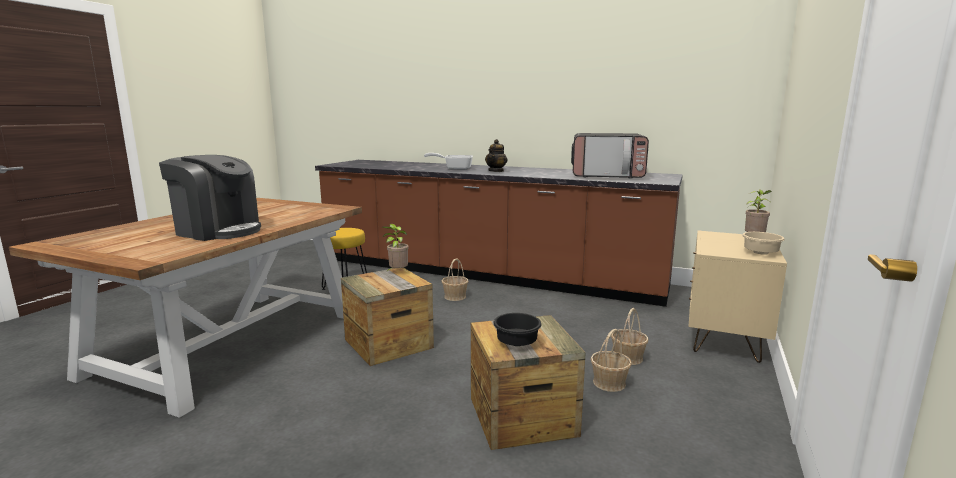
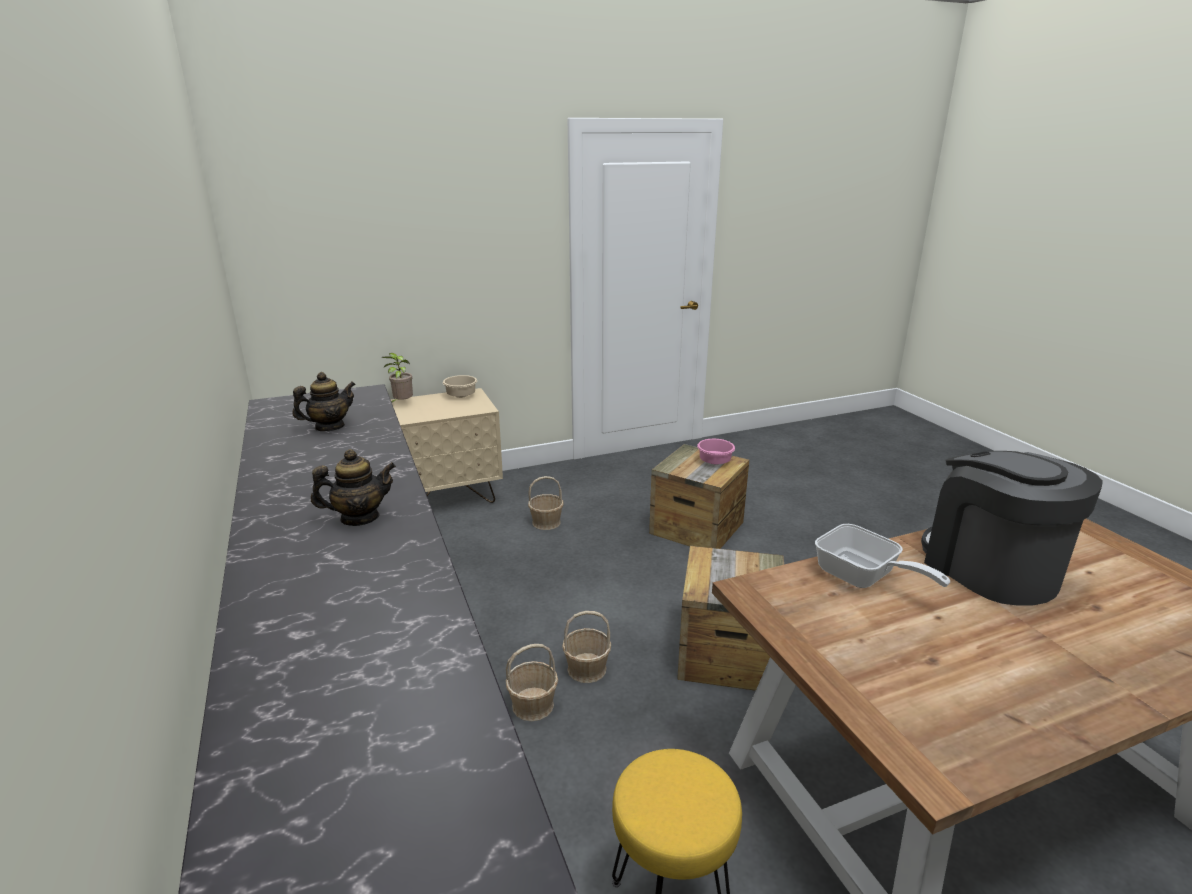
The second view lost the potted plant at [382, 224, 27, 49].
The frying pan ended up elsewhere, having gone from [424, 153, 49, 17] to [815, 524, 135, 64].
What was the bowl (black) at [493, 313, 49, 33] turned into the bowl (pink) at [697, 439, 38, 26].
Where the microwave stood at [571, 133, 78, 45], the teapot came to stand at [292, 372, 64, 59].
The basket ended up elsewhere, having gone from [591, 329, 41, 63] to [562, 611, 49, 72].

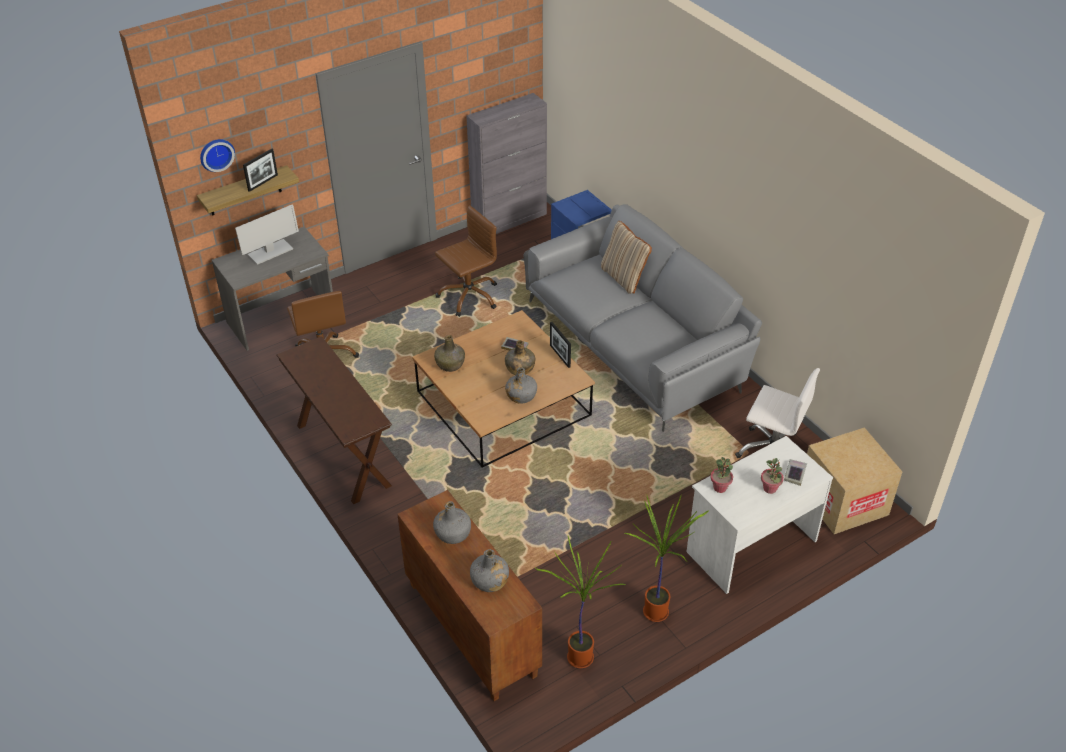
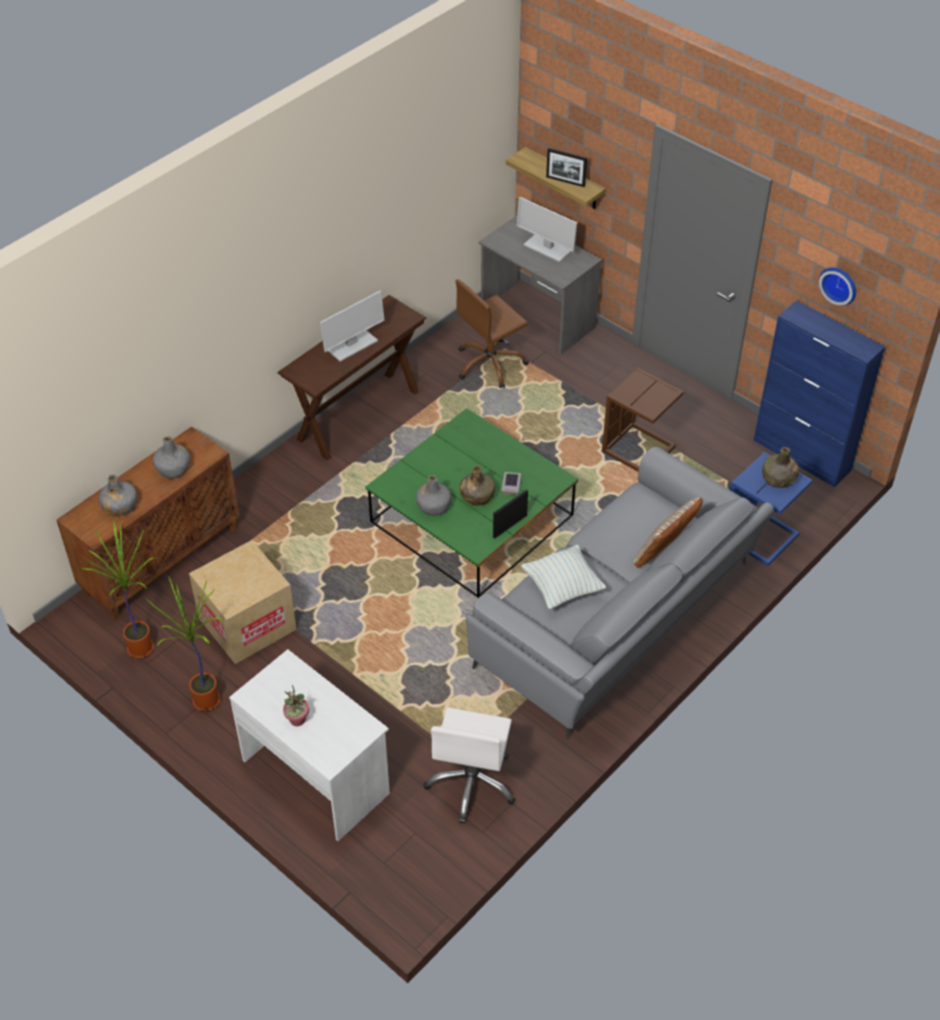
The wall clock ended up elsewhere, having gone from [200, 139, 35, 33] to [819, 267, 37, 38].
What was the coffee table (brown) at [412, 310, 183, 157] turned into the coffee table (green) at [365, 408, 213, 190].
The bottle (green) ended up elsewhere, having gone from [434, 335, 31, 37] to [762, 447, 37, 41].
Where the office chair (brown) stood at [435, 205, 62, 112], the side table (brown) came to stand at [602, 368, 82, 104].
What was the cabinet (grey) at [466, 93, 81, 141] turned into the cabinet (blue) at [754, 300, 131, 187].
The second view lost the potted plant at [711, 457, 22, 36].
The second view lost the book at [784, 459, 23, 27].
The cardboard box ended up elsewhere, having gone from [807, 427, 95, 107] to [189, 540, 107, 124].
The second view gained the monitor at [320, 291, 65, 71].
The second view gained the pillow at [521, 545, 85, 64].

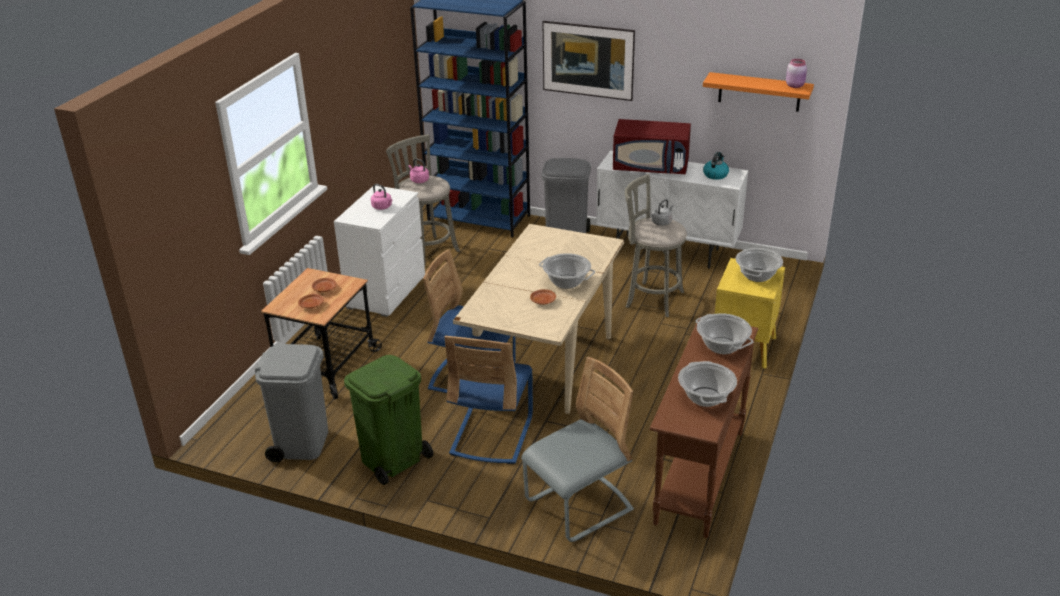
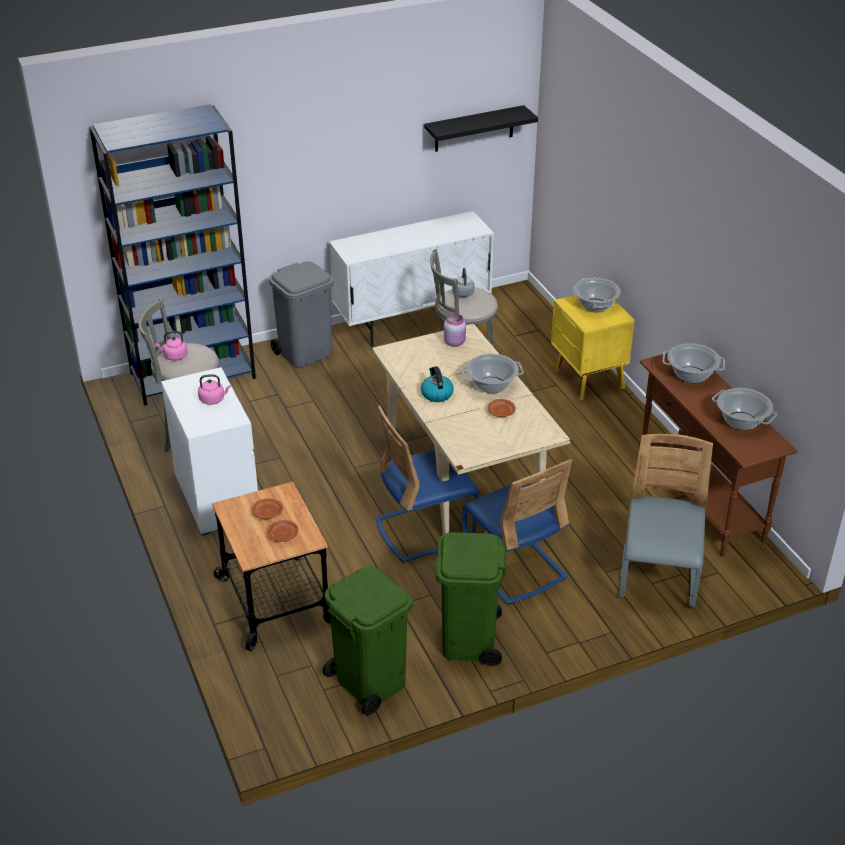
What was the trash can (grey) at [255, 344, 73, 118] turned into the trash can (green) at [322, 567, 91, 148].
The second view lost the picture at [542, 21, 93, 80].
The second view lost the microwave (red) at [613, 119, 78, 55].
What was the shelf (orange) at [703, 72, 111, 40] turned into the shelf (black) at [424, 105, 114, 47].
The kettle ended up elsewhere, having gone from [703, 152, 26, 28] to [421, 366, 33, 36].
The jar (pink) ended up elsewhere, having gone from [786, 59, 21, 29] to [444, 314, 22, 33].

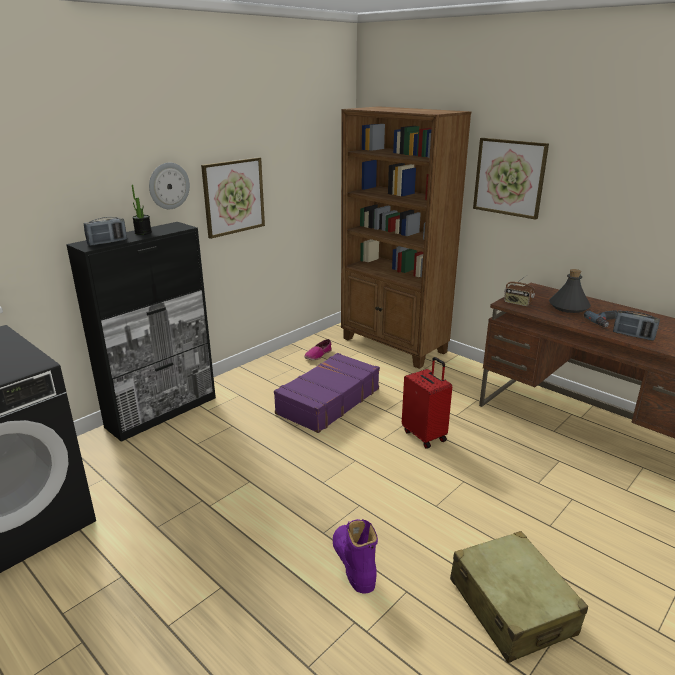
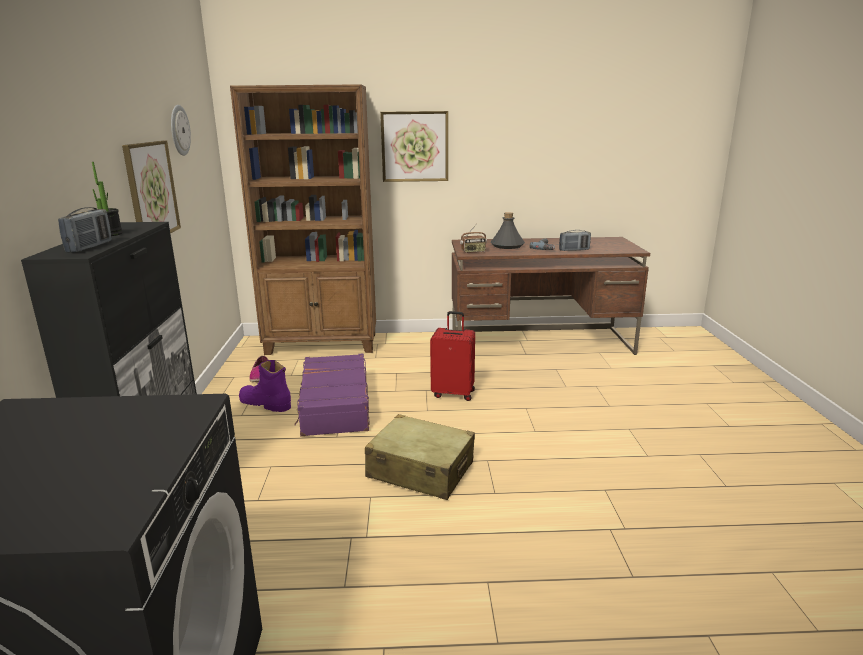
The wall clock ended up elsewhere, having gone from [149, 163, 41, 46] to [171, 105, 20, 51].
The boot (purple) ended up elsewhere, having gone from [333, 519, 45, 74] to [239, 360, 52, 52].
The suitcase (beige) ended up elsewhere, having gone from [450, 531, 138, 132] to [365, 414, 110, 86].

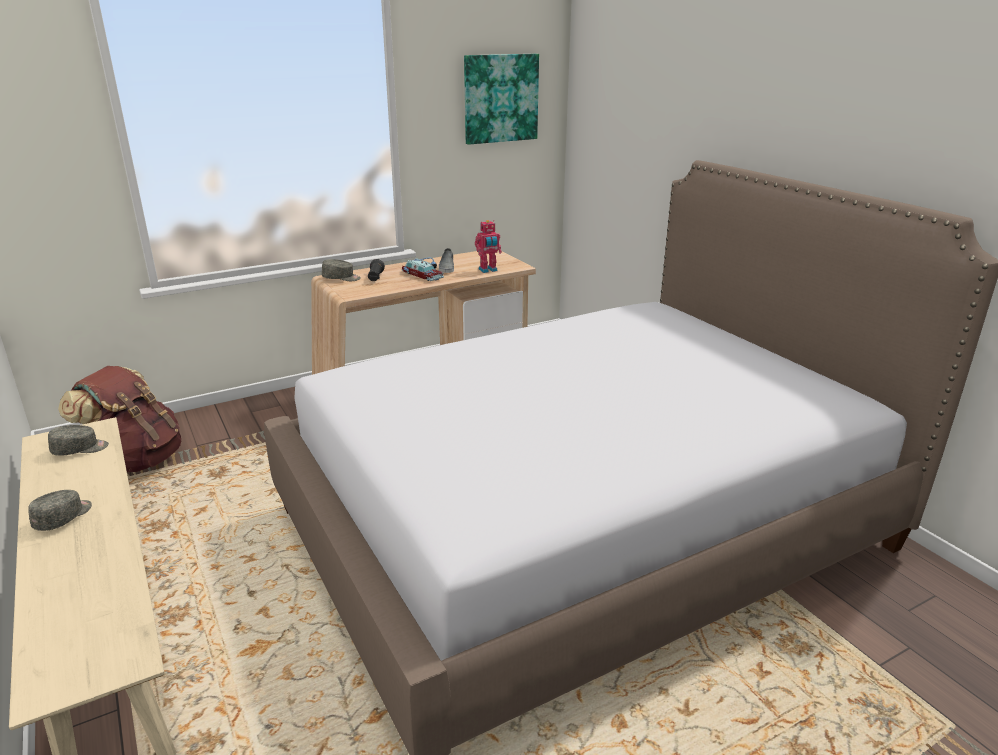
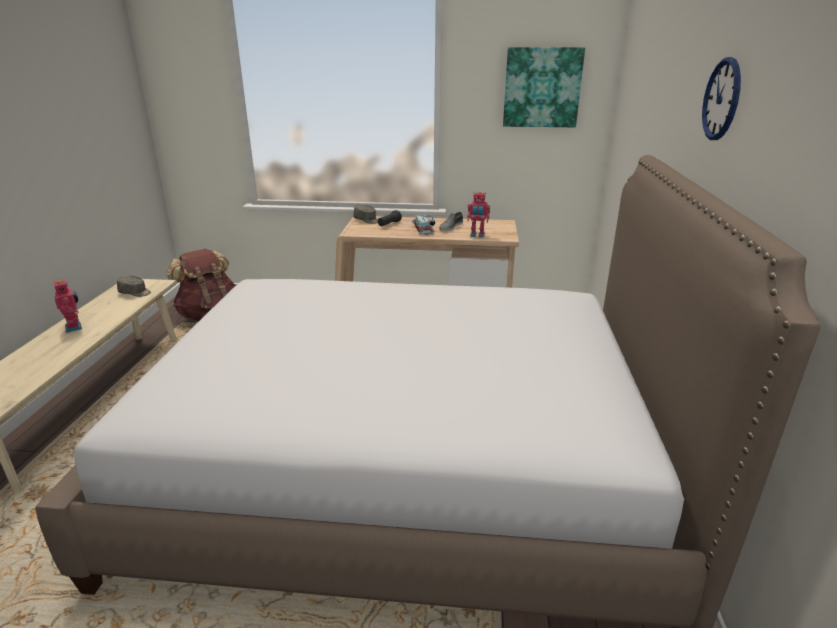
Where the cap (grey) stood at [28, 490, 64, 41], the toy robot came to stand at [54, 279, 28, 54].
The second view gained the wall clock at [702, 57, 39, 83].

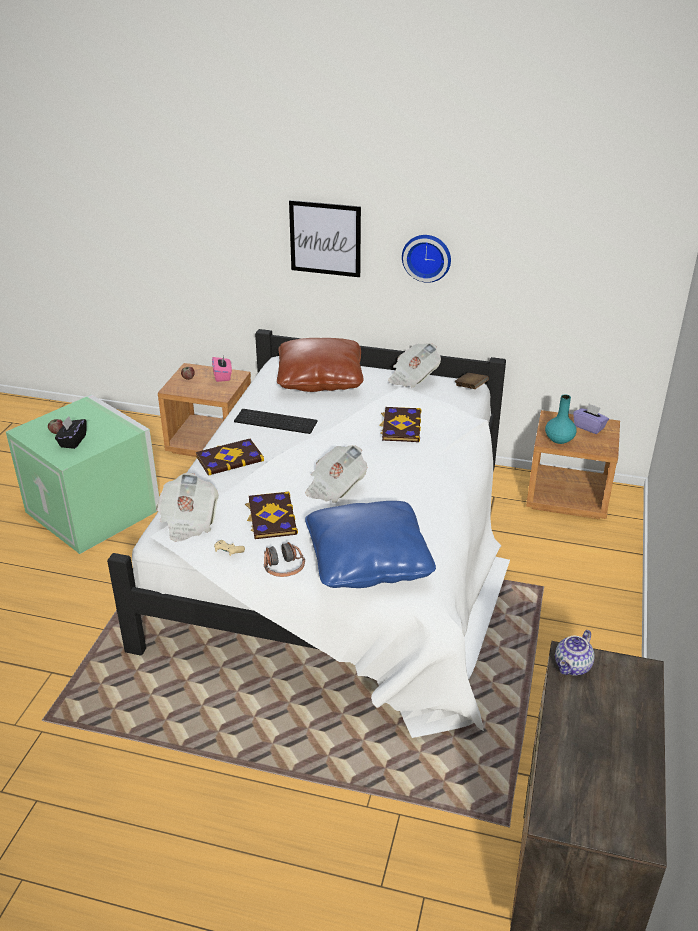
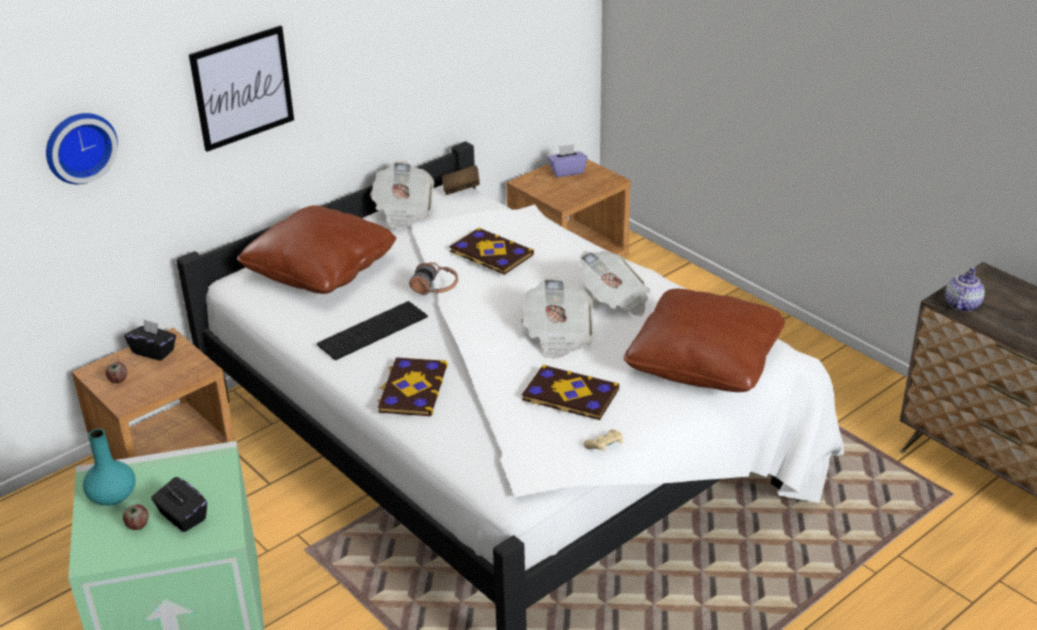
The newspaper ended up elsewhere, having gone from [156, 473, 63, 69] to [579, 251, 71, 65].
What was the tissue box (pink) at [212, 356, 20, 26] turned into the tissue box (black) at [124, 319, 52, 42].
The headphones ended up elsewhere, having gone from [264, 542, 41, 35] to [409, 262, 49, 33].
What was the pillow (blue) at [305, 501, 131, 87] turned into the pillow (brown) at [623, 289, 162, 103].
The wall clock ended up elsewhere, having gone from [402, 235, 49, 48] to [46, 113, 72, 71].
The vase (turquoise) ended up elsewhere, having gone from [545, 394, 32, 50] to [83, 429, 52, 77].
The teapot at [555, 630, 40, 46] ended up facing another way, 135 degrees counterclockwise from before.

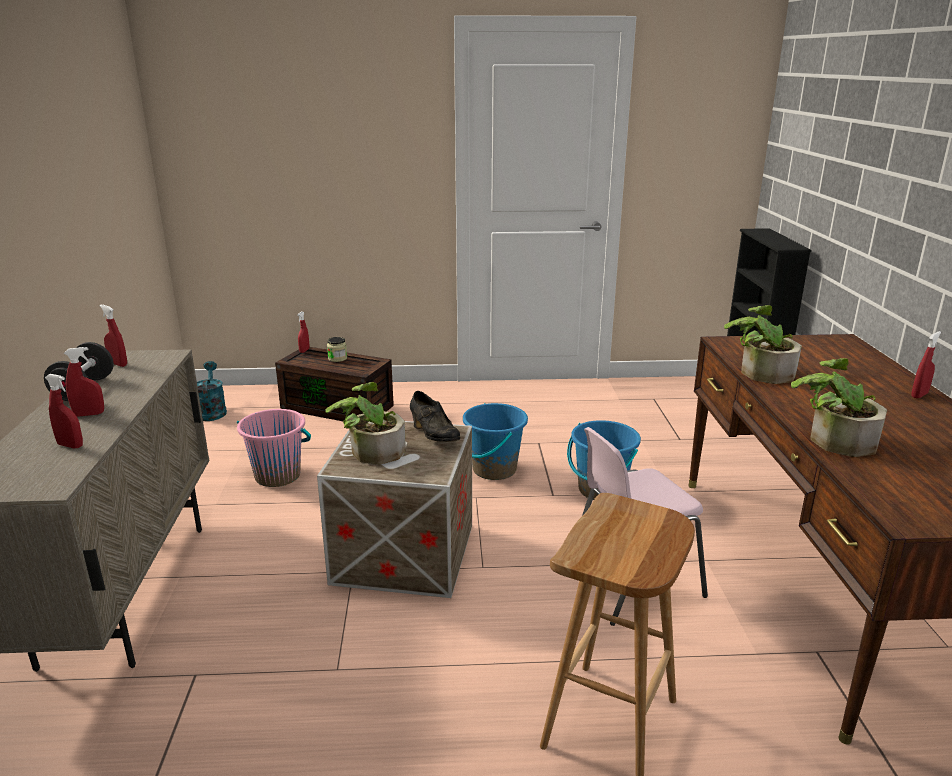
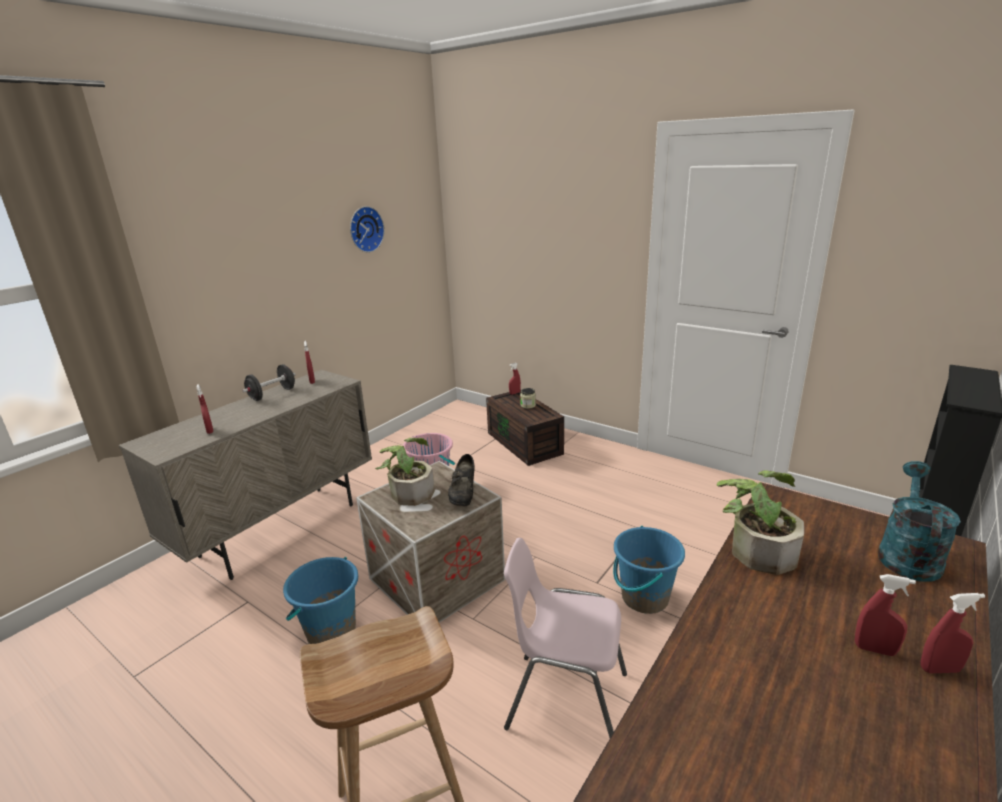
The spray bottle (red) ended up elsewhere, having gone from [64, 347, 40, 70] to [855, 574, 61, 82].
The watering can (turquoise) ended up elsewhere, having gone from [197, 361, 30, 60] to [878, 461, 83, 120].
The bucket (blue) ended up elsewhere, having gone from [463, 403, 65, 77] to [283, 557, 75, 87].
The second view lost the potted plant at [791, 358, 96, 99].
The second view gained the wall clock at [350, 206, 35, 47].

